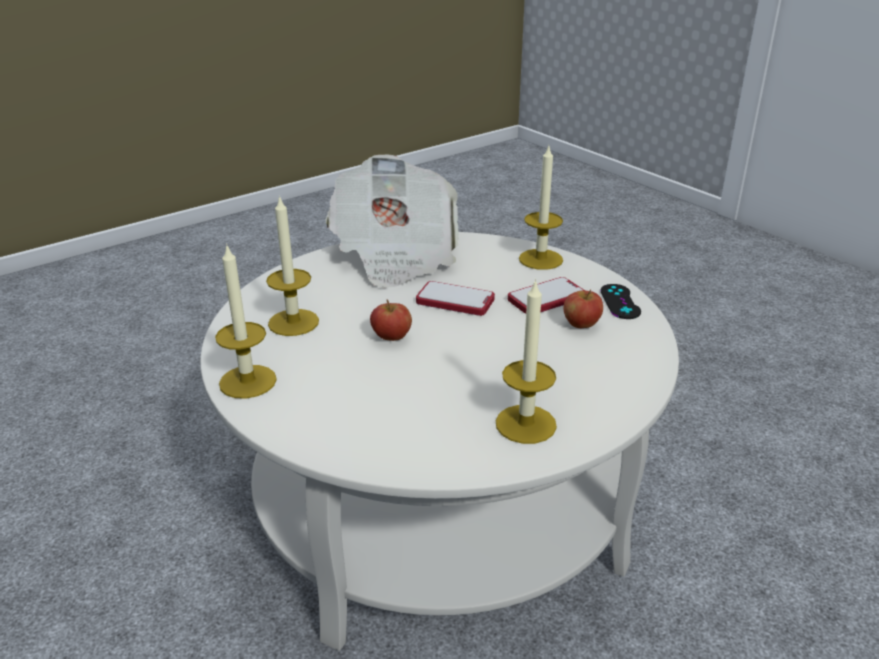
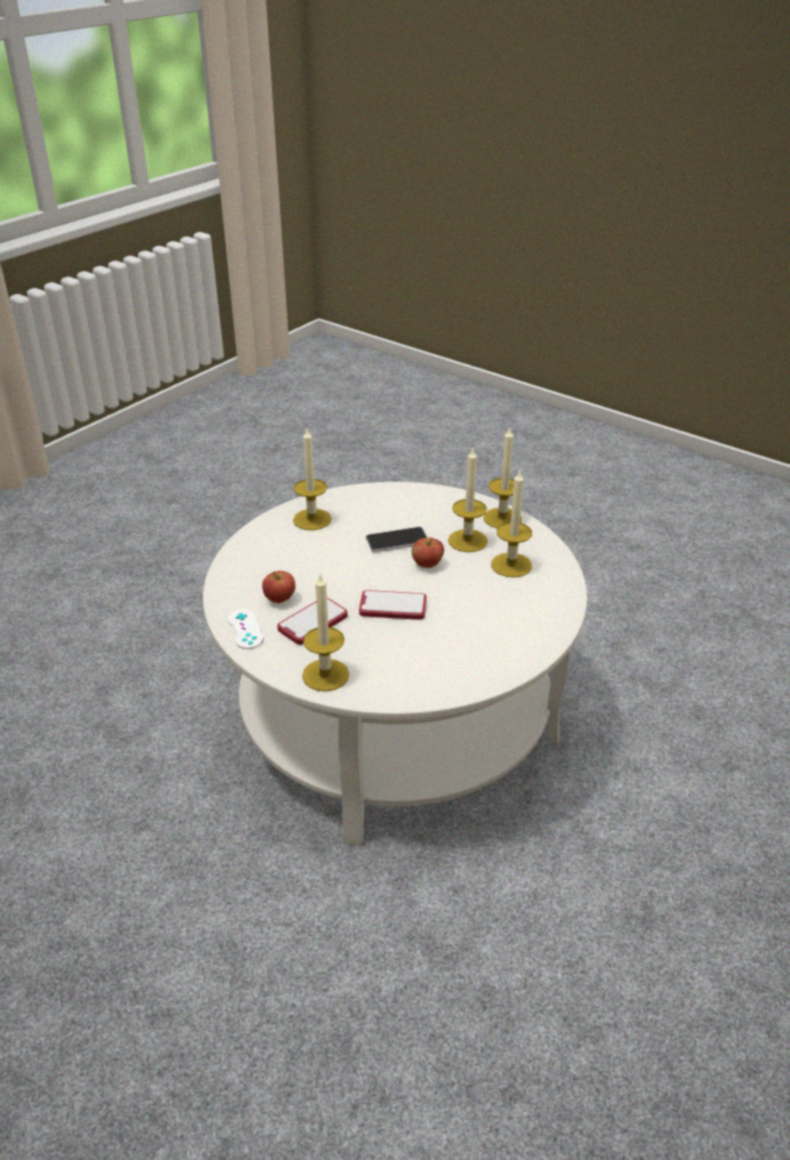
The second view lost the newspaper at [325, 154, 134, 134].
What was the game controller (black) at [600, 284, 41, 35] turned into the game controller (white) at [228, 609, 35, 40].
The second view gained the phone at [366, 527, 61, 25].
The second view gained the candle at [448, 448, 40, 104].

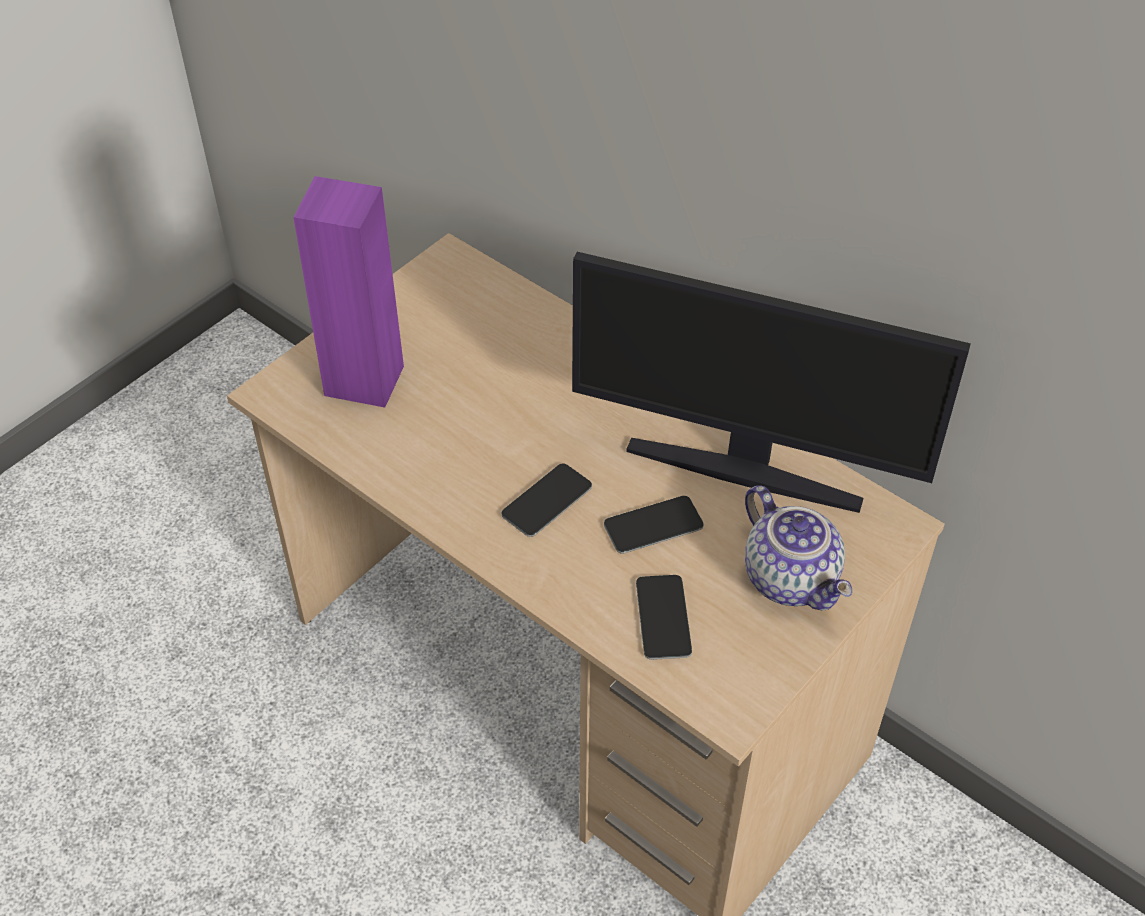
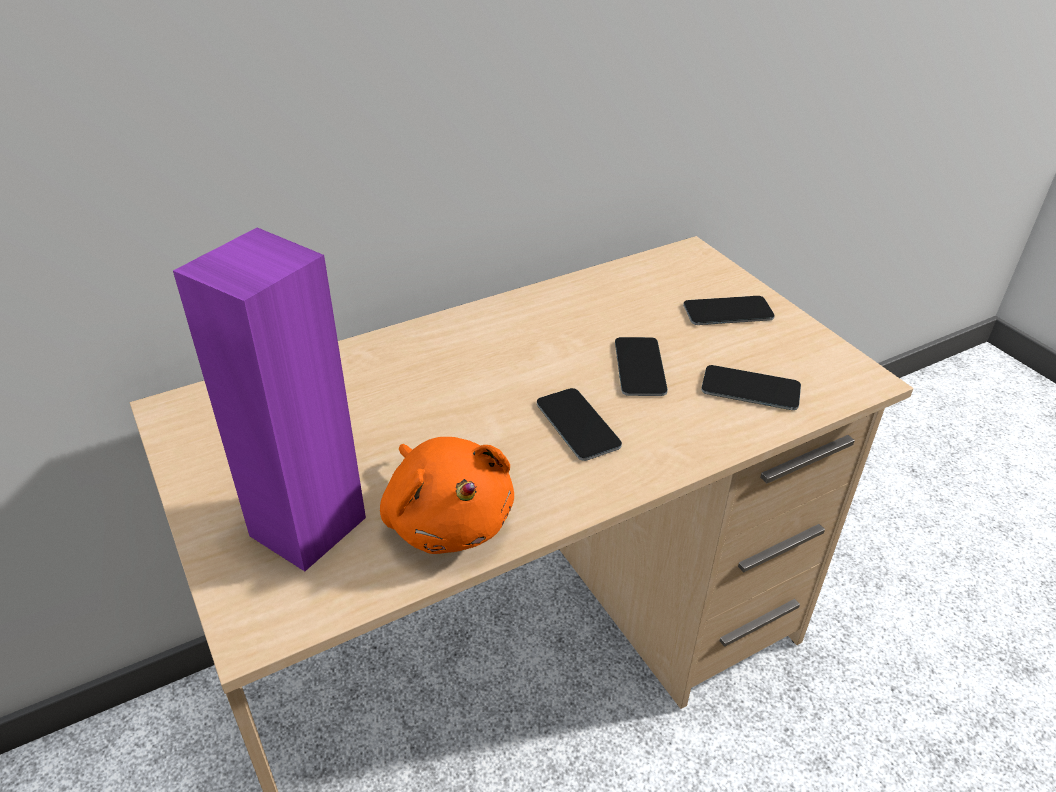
The second view lost the monitor at [572, 252, 399, 261].
Where the teapot stood at [745, 485, 107, 126], the phone came to stand at [683, 296, 92, 29].
The second view gained the plush toy (orange) at [380, 437, 134, 117].

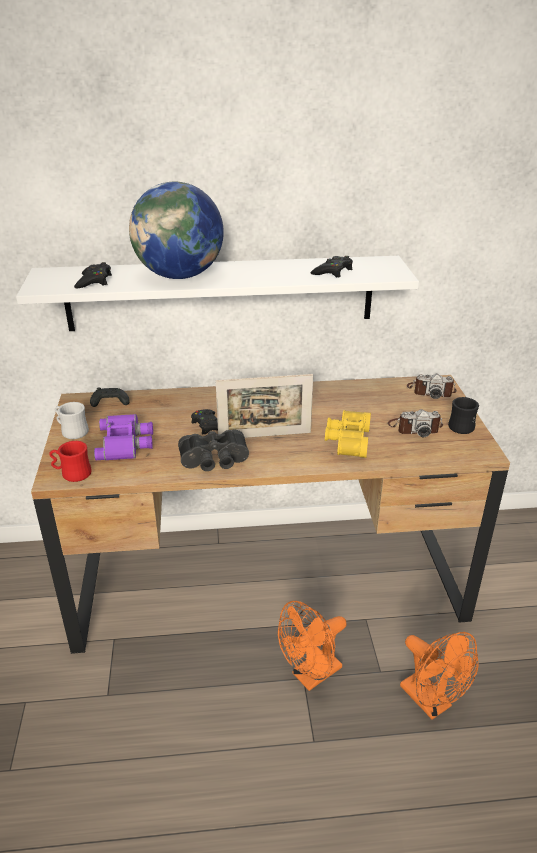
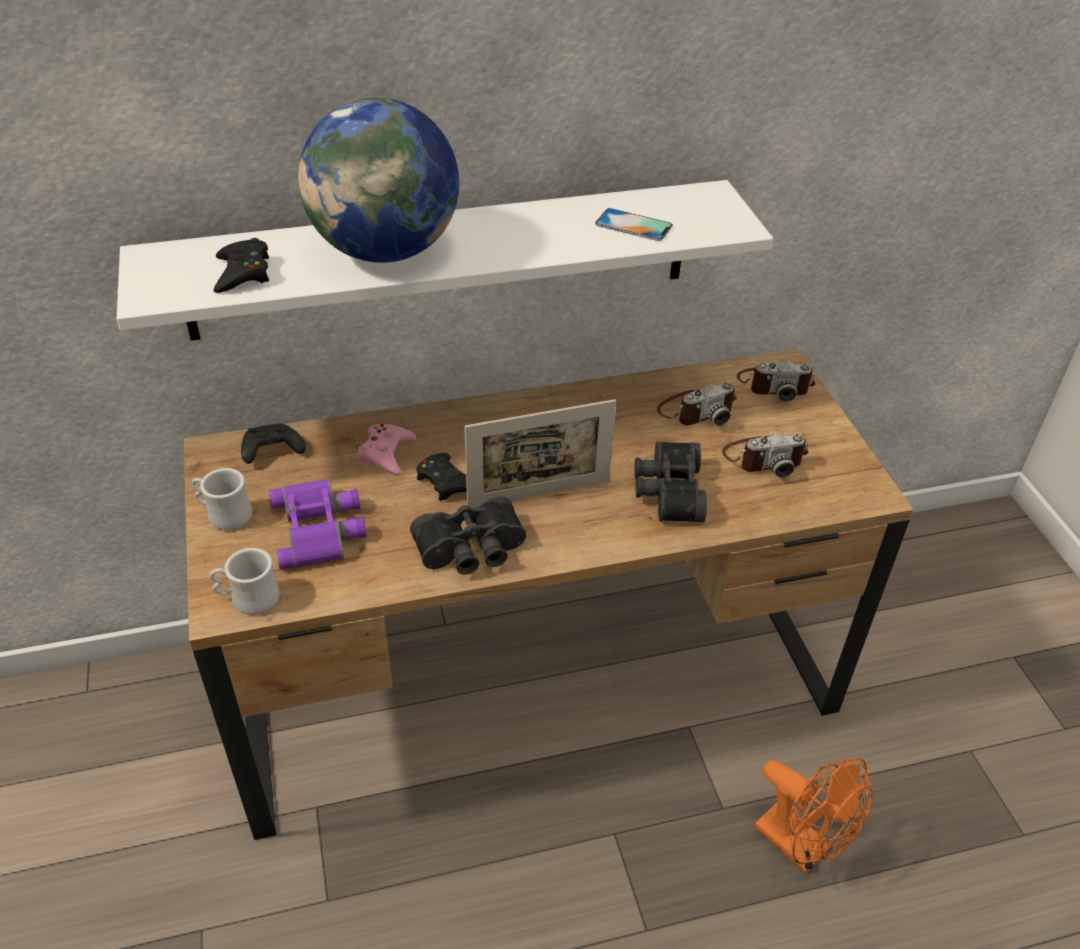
What was the mug (red) at [49, 441, 43, 41] turned into the mug (white) at [209, 548, 71, 67].
The second view lost the fan (orange) at [278, 601, 69, 90].
Where the game controller (black) stood at [311, 256, 42, 22], the phone came to stand at [595, 208, 78, 33].
What was the binoculars (yellow) at [325, 410, 46, 48] turned into the binoculars (black) at [634, 441, 73, 82].
The second view lost the mug (black) at [448, 397, 31, 37].
The second view gained the game controller (pink) at [358, 424, 59, 51].
The second view gained the photo camera at [657, 382, 80, 43].

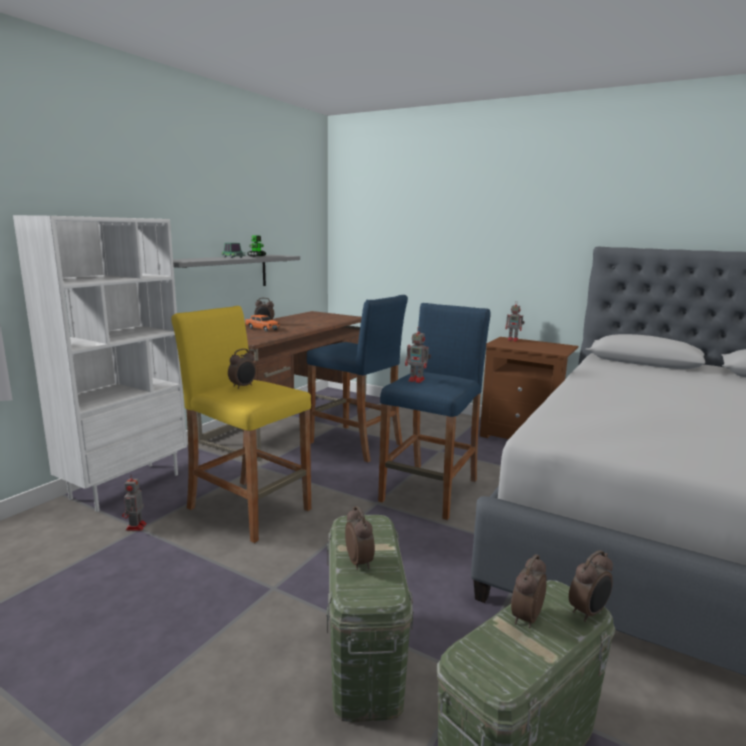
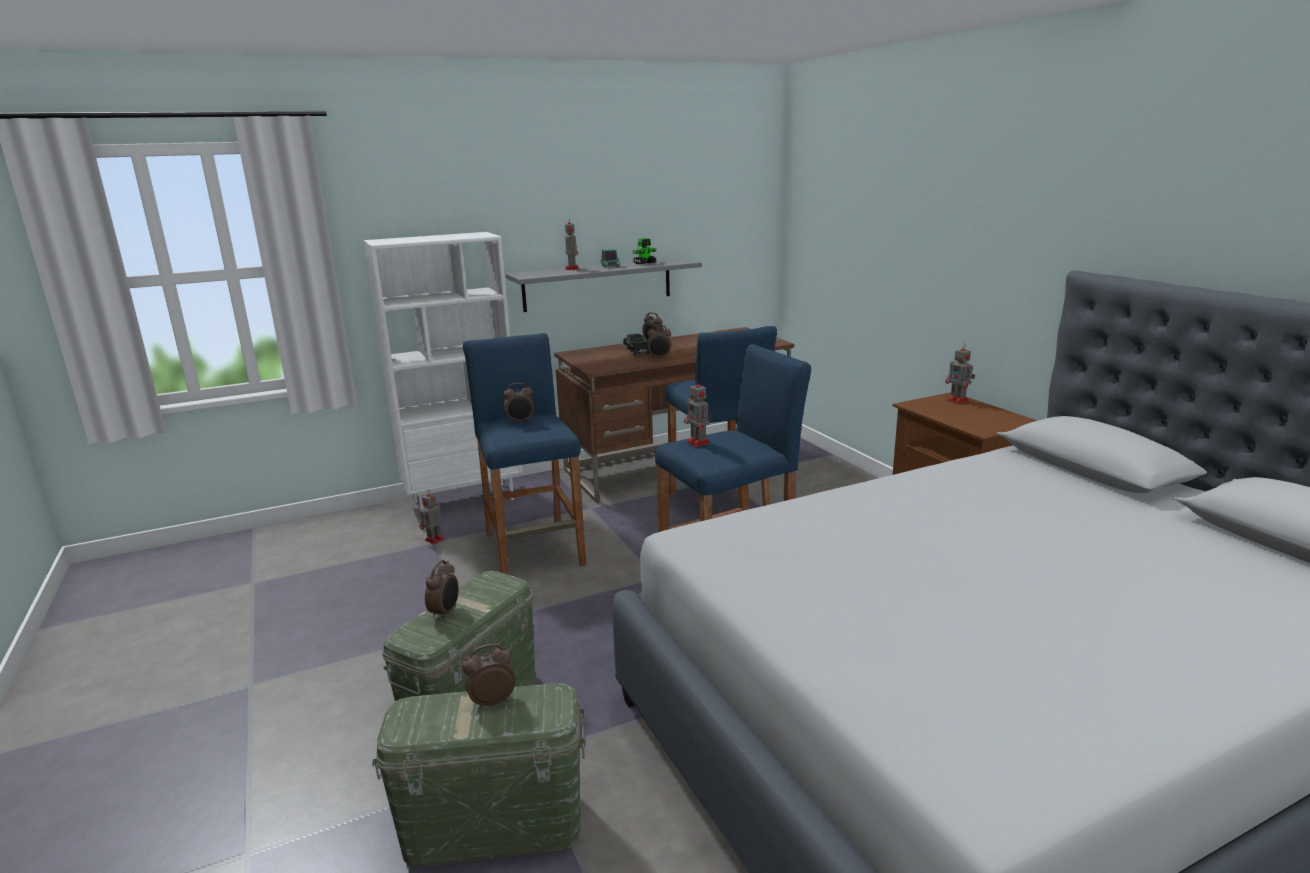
What was the stool (yellow) at [171, 306, 140, 237] turned into the stool (blue) at [463, 333, 123, 241].
What was the toy car (orange) at [245, 315, 35, 17] turned into the toy car (black) at [623, 334, 26, 22].
The alarm clock ended up elsewhere, having gone from [569, 550, 44, 72] to [647, 325, 24, 34].
The second view gained the toy robot at [565, 221, 14, 49].

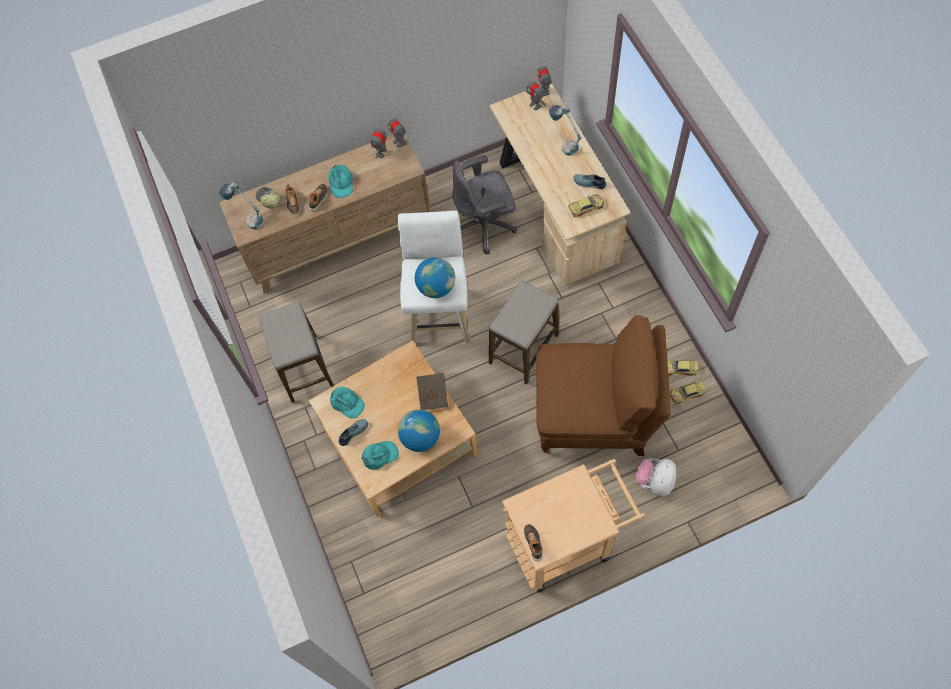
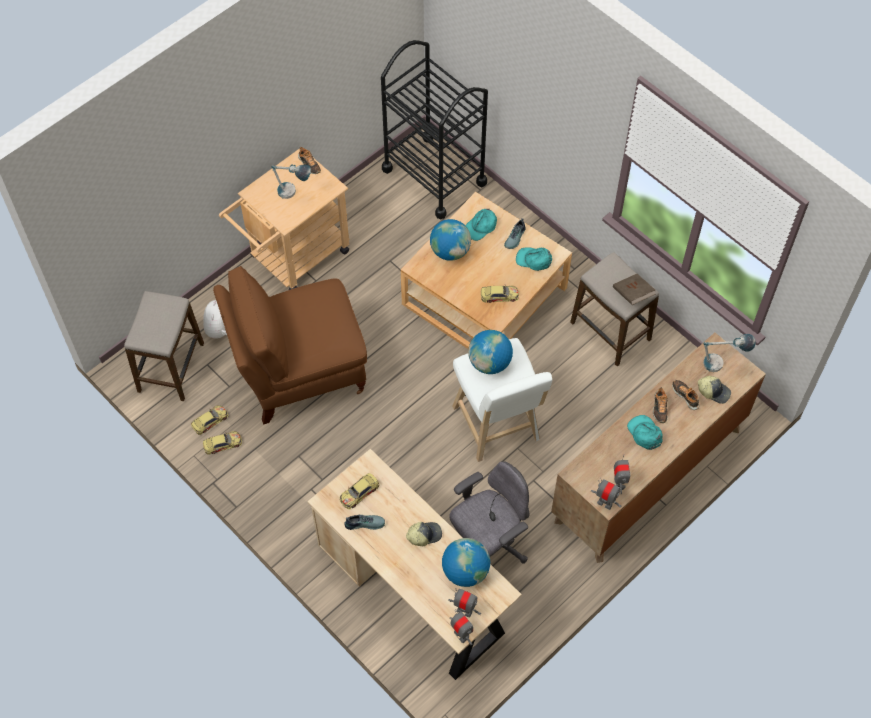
The book (brown) ended up elsewhere, having gone from [416, 373, 32, 37] to [613, 274, 43, 31].
The stool ended up elsewhere, having gone from [489, 280, 70, 104] to [124, 291, 80, 110].
The table lamp ended up elsewhere, having gone from [549, 105, 32, 51] to [271, 164, 40, 35].
The second view gained the cart (black) at [381, 40, 107, 180].
The second view gained the cap at [406, 522, 36, 24].
The second view gained the globe at [442, 538, 48, 49].
The second view gained the toy car at [481, 285, 38, 18].

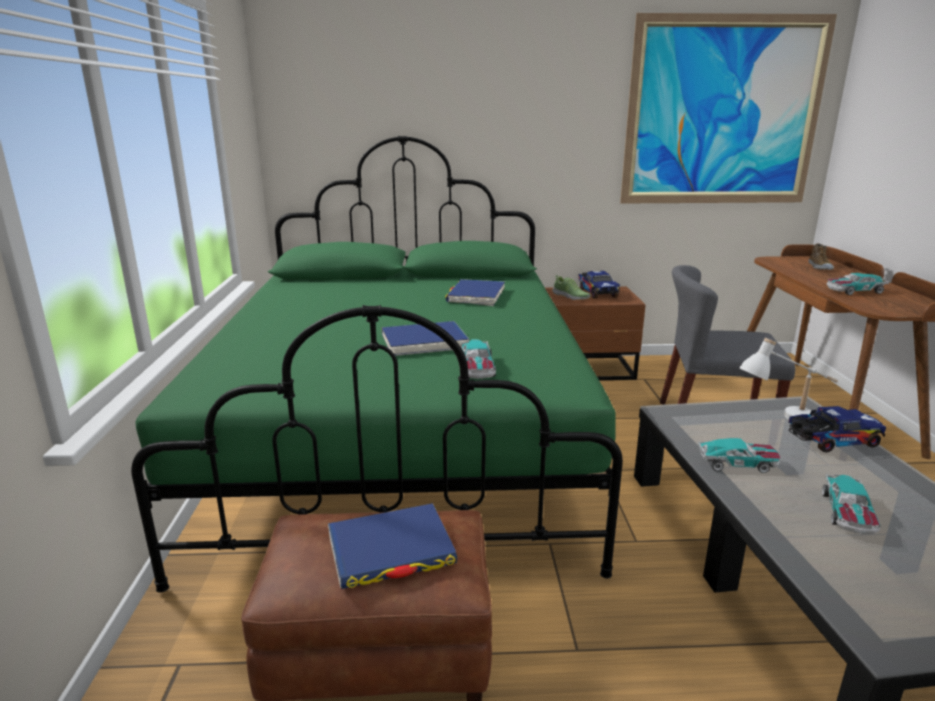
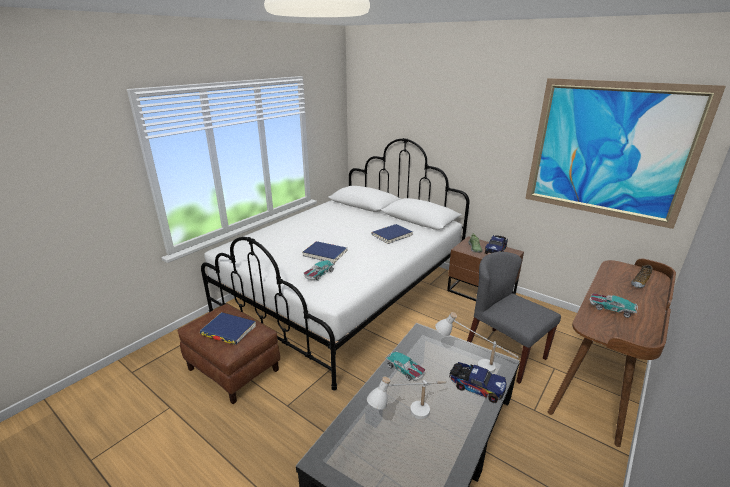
What was the bed (green) at [131, 136, 492, 457] turned into the bed (white) at [201, 138, 268, 252].
Where the toy car stood at [822, 474, 59, 61], the table lamp (white) came to stand at [367, 376, 79, 43].

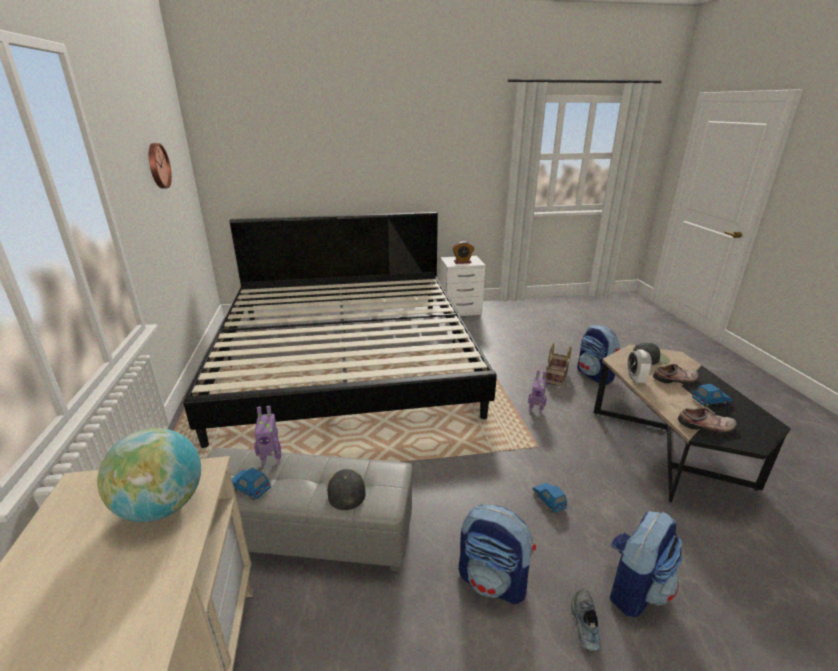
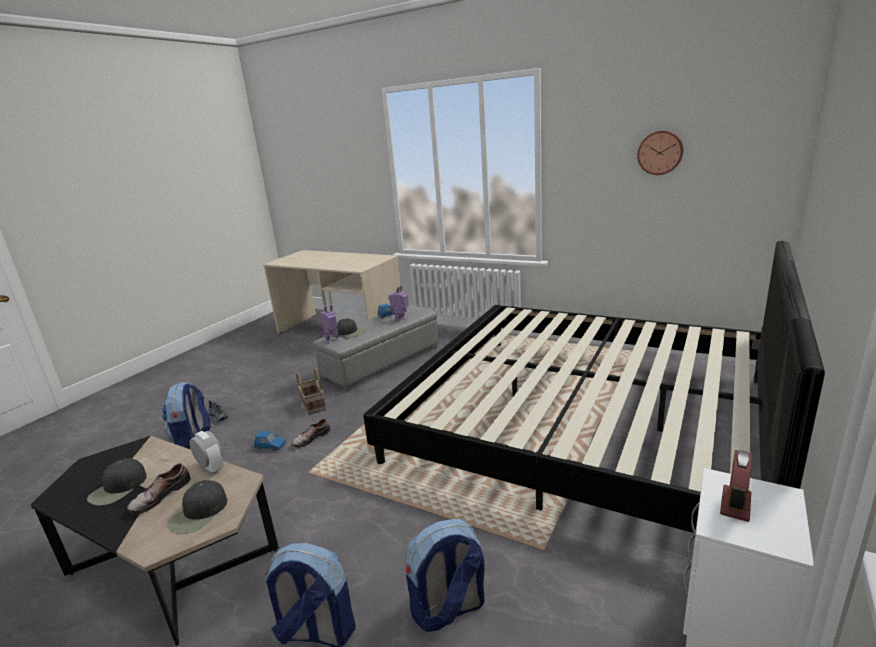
The second view lost the globe at [97, 428, 104, 94].
The backpack ended up elsewhere, having gone from [459, 505, 77, 100] to [406, 519, 79, 113].
The toy robot ended up elsewhere, having gone from [528, 370, 19, 44] to [320, 304, 19, 40].
The basket ended up elsewhere, having gone from [546, 343, 25, 44] to [296, 368, 30, 47].
The shoe ended up elsewhere, having gone from [678, 408, 58, 26] to [291, 419, 39, 29].
Where the toy car (blue) stood at [692, 384, 40, 23], the cap (black) came to stand at [87, 458, 60, 48].

